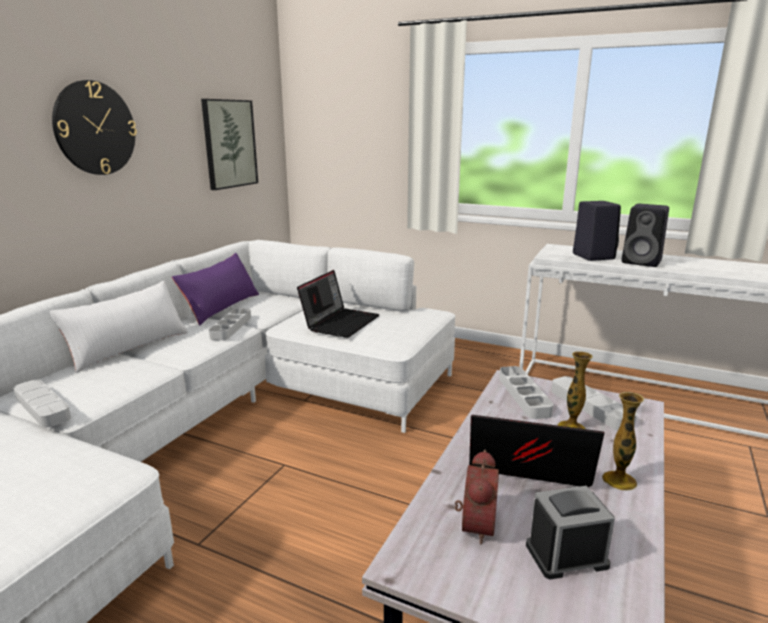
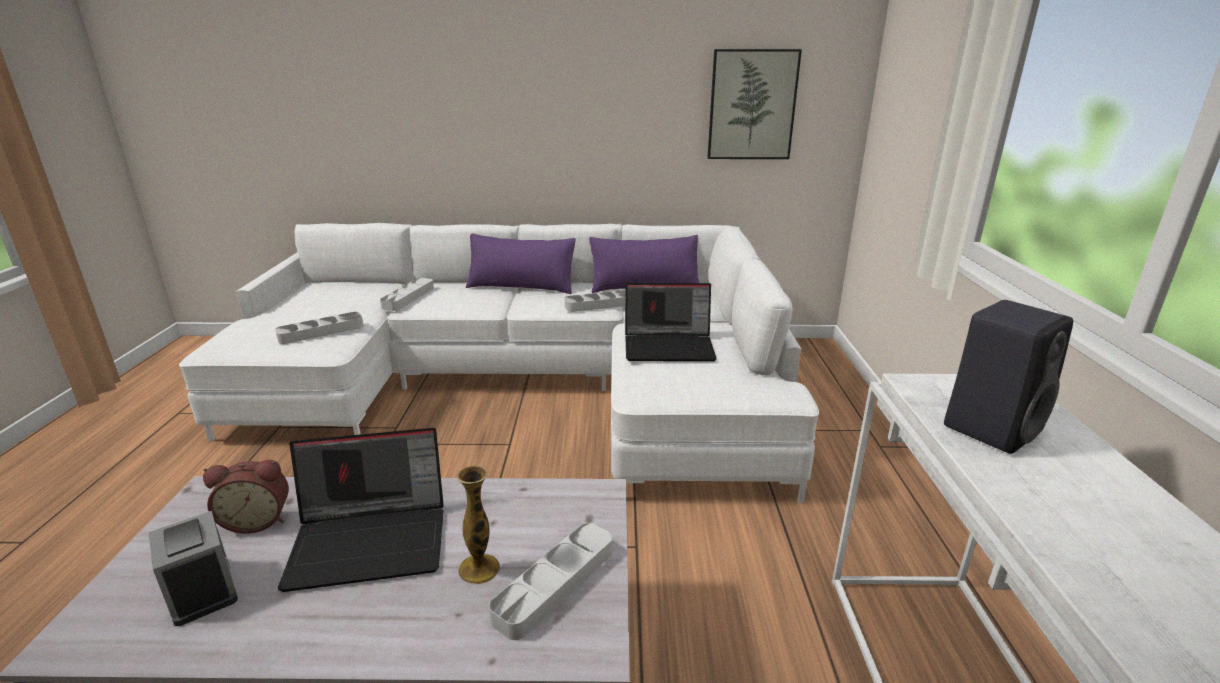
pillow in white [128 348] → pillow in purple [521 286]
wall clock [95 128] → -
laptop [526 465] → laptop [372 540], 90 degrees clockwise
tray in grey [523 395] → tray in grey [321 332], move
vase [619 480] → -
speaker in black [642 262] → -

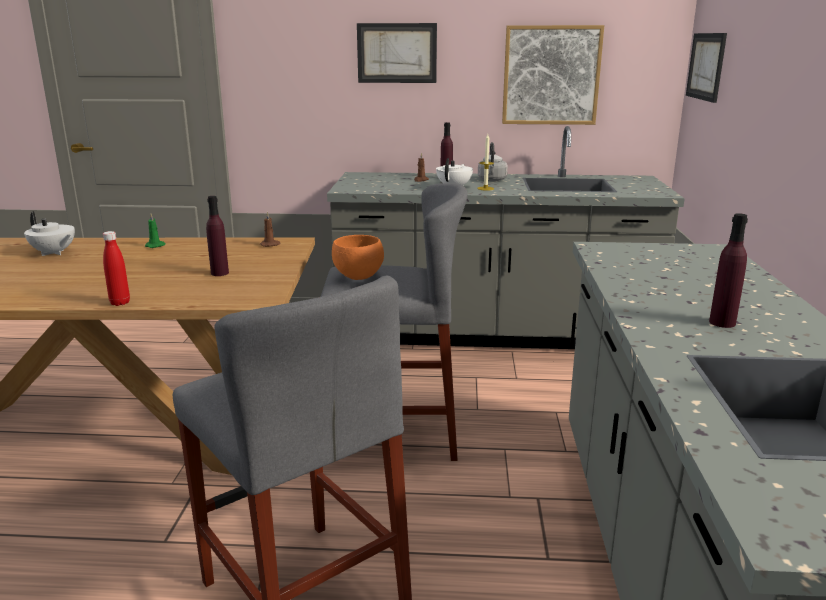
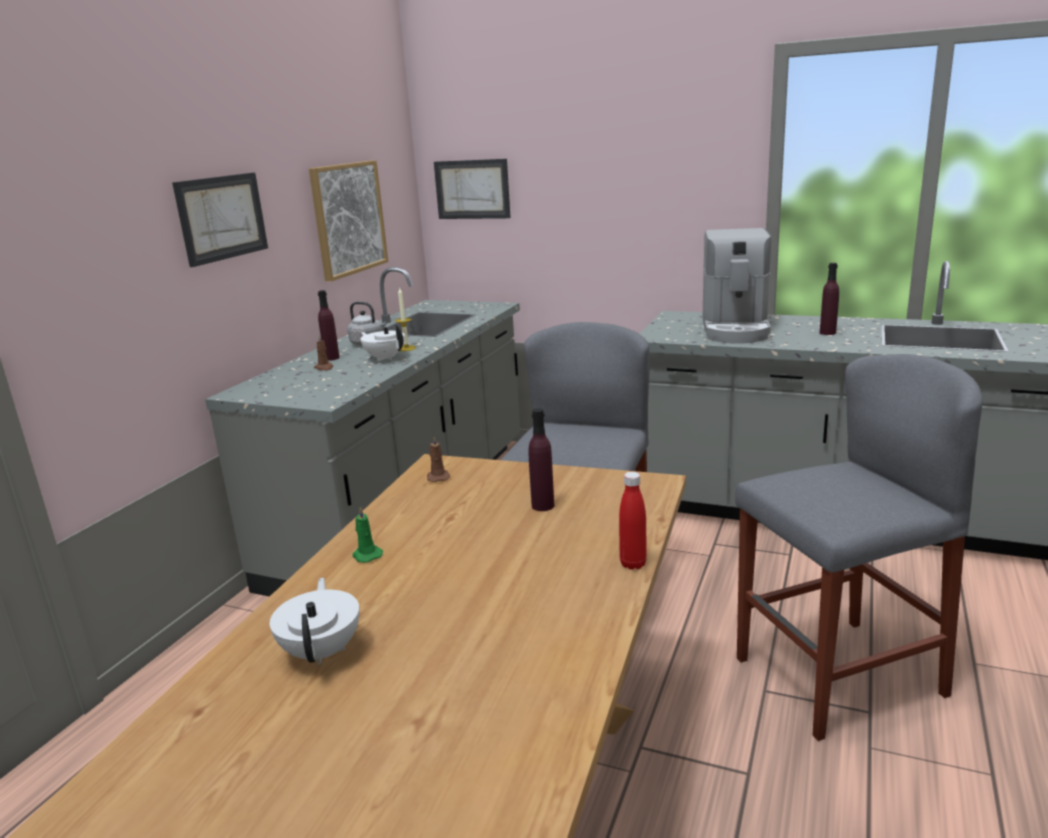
teapot in white [53 253] → teapot in white [322 651], 60 degrees counterclockwise
bowl in orange [358 277] → -
- → coffee machine [735 329]

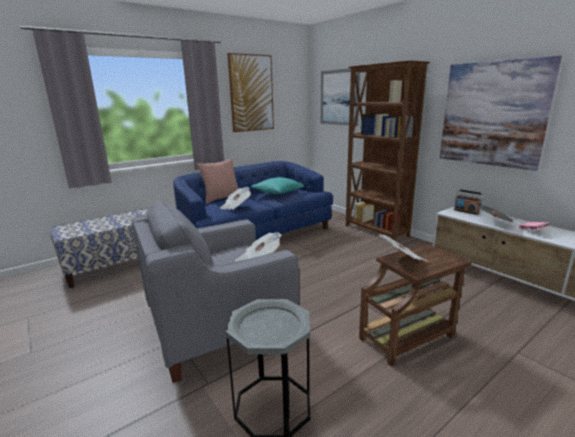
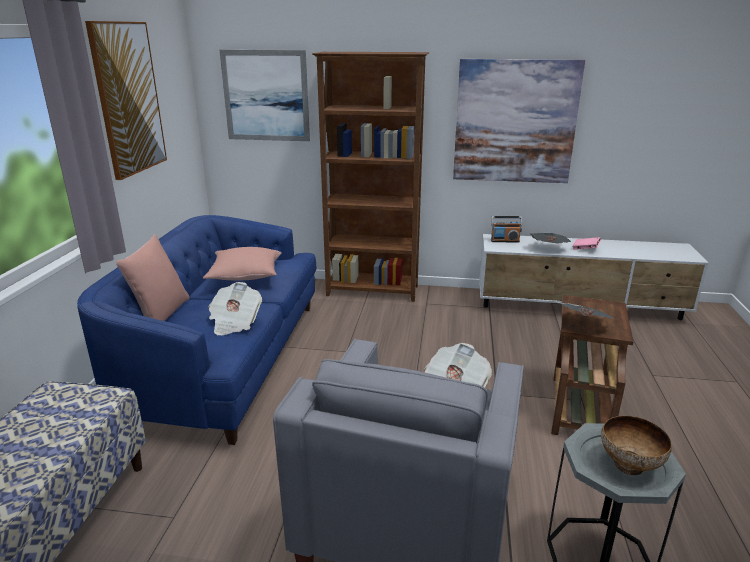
pillow in turquoise [277 192] → pillow in pink [245 275]
- → bowl [630 466]

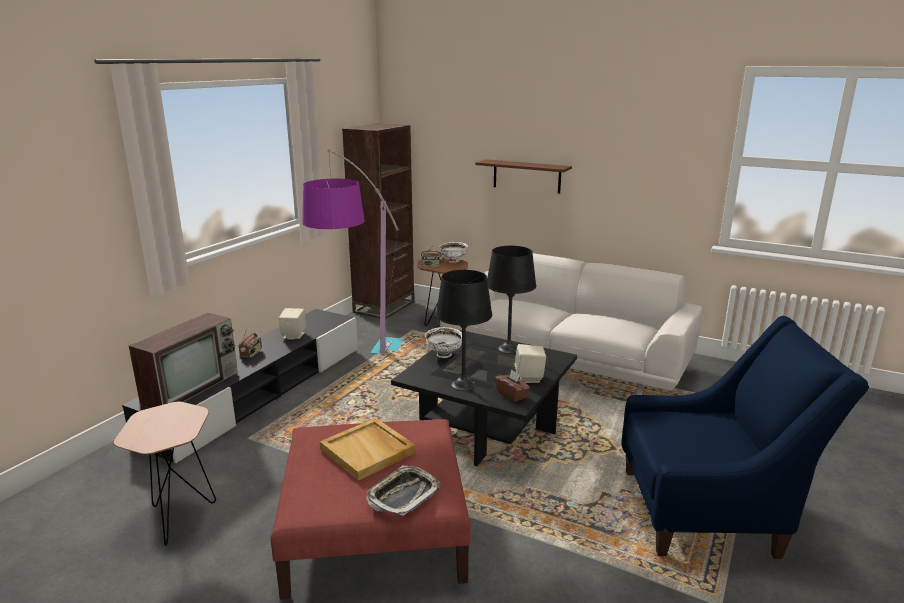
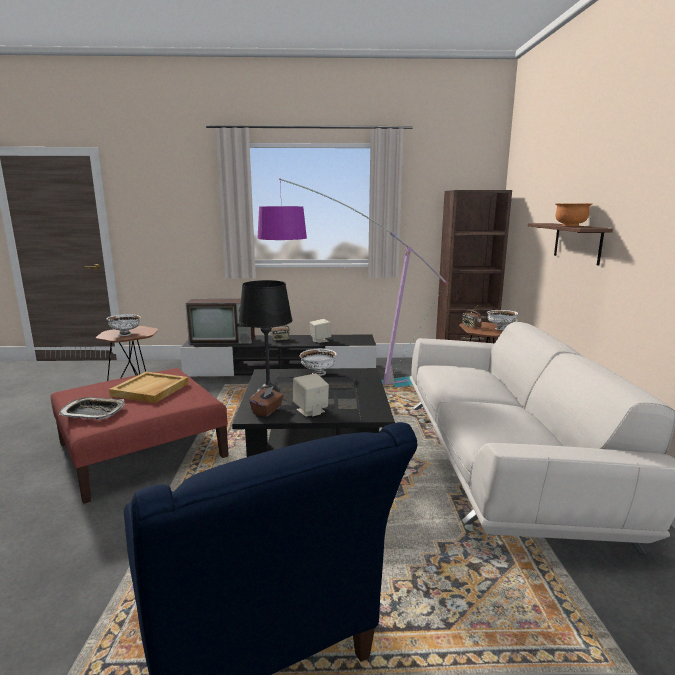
table lamp in black [508 349] → -
- → bowl in white [125 334]
- → bowl in orange [570 226]

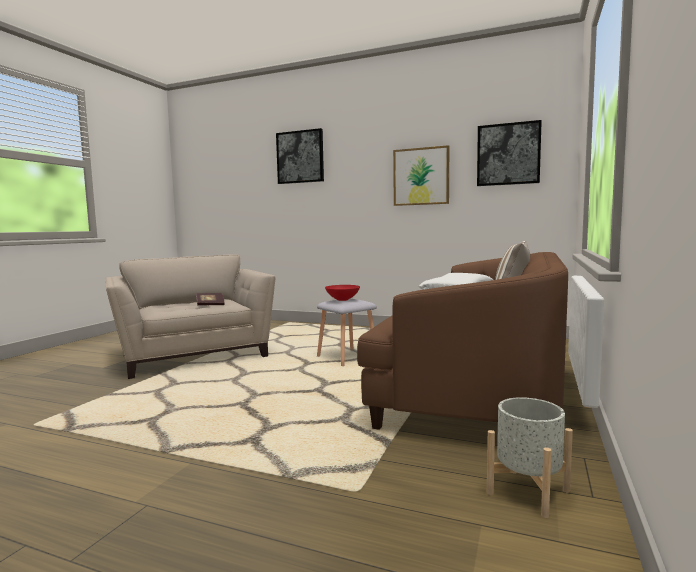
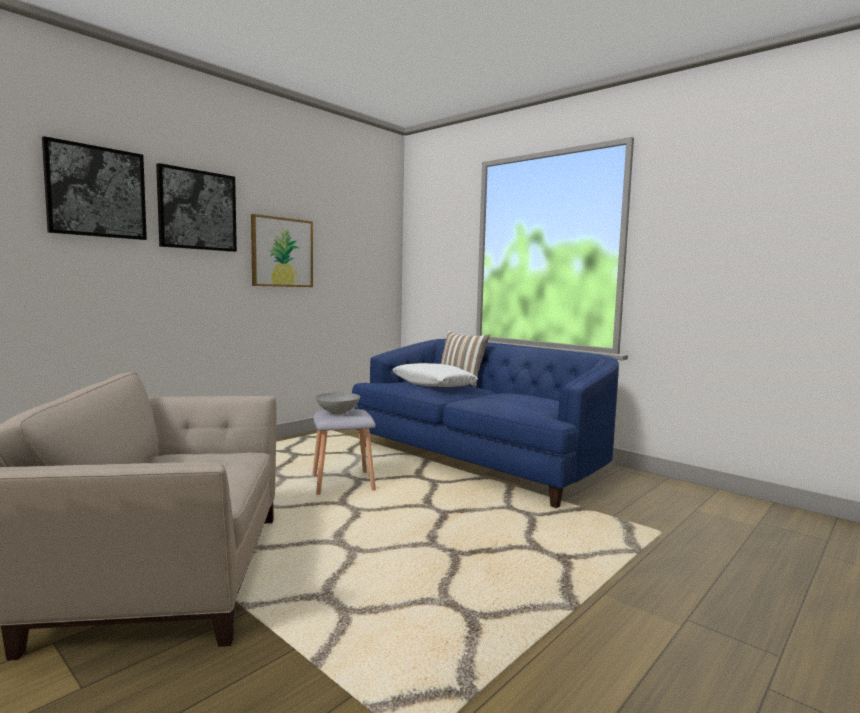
book [210 305] → -
bowl in red [343 300] → bowl in grey [338 413]
sofa in brown [474 384] → sofa in blue [479 460]
picture [508 154] → picture [197 210], move
planter in grey [528 492] → -

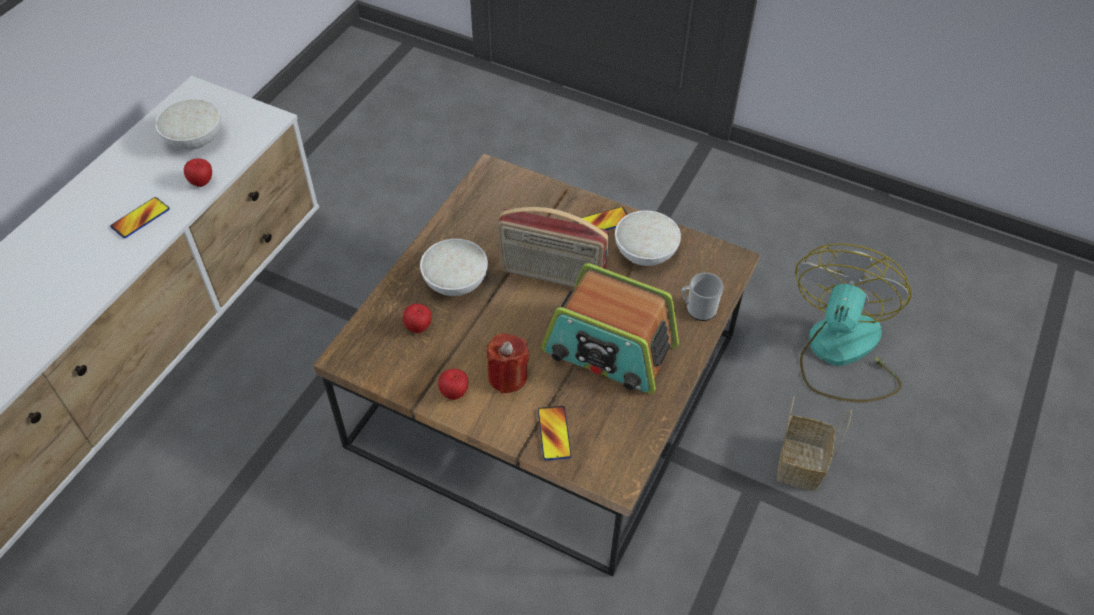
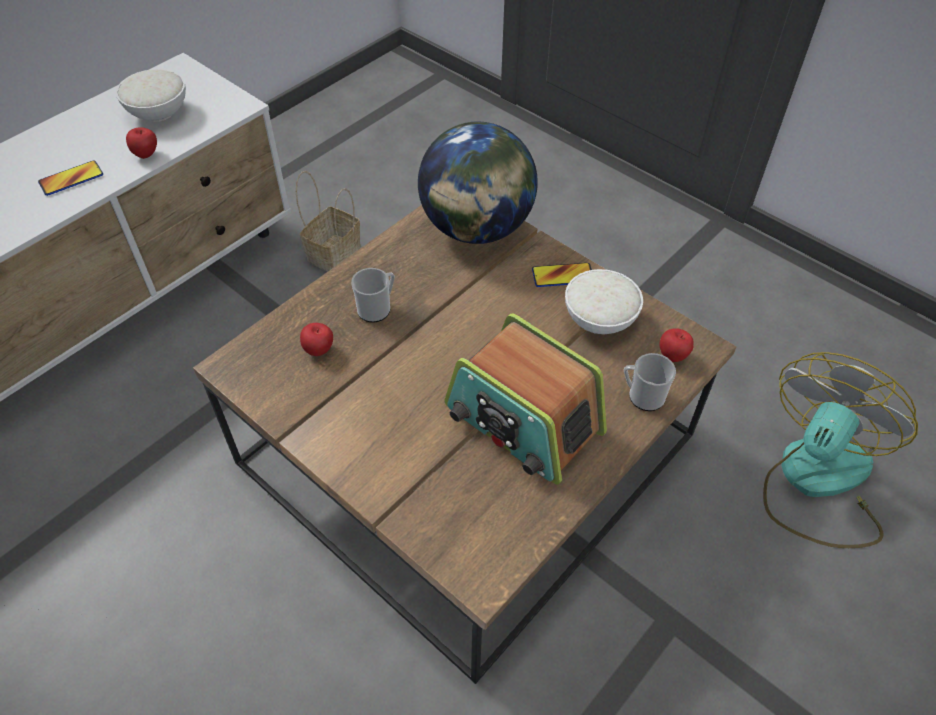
bowl in white [455 281] → mug [377 308]
apple [455 393] → apple [673 356], move
candle in red [507 377] → -
radio [551 276] → -
phone [554 433] → -
basket [799 462] → basket [334 252], move
- → globe [476 228]

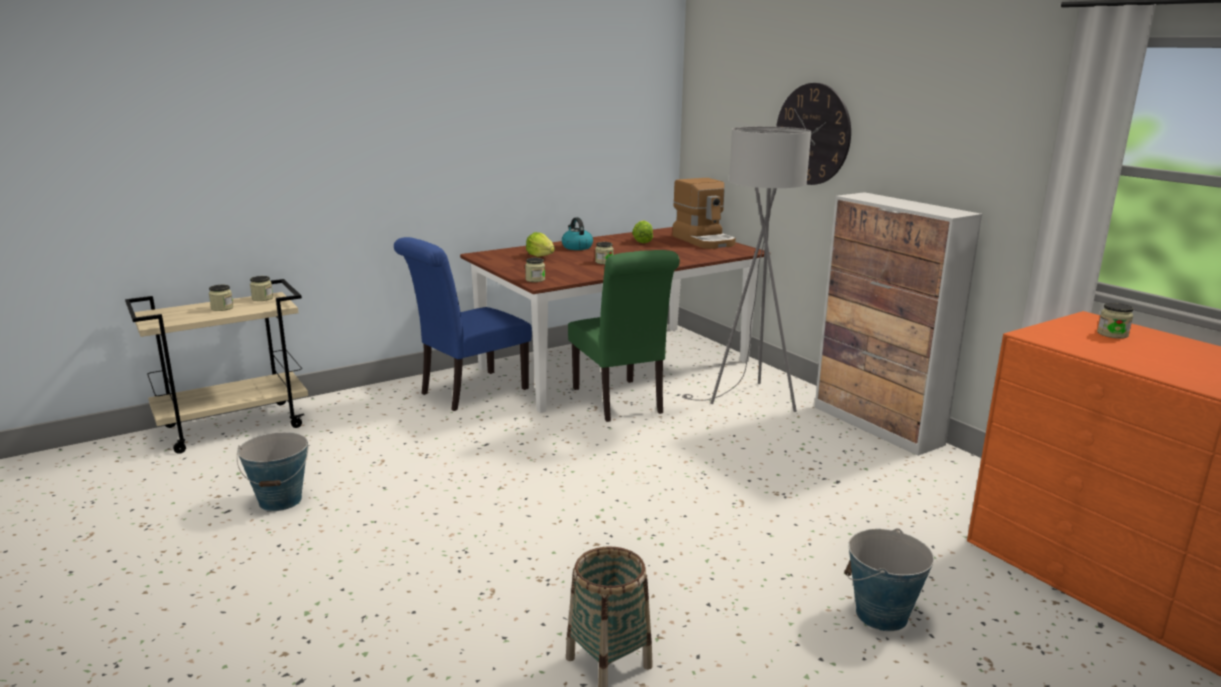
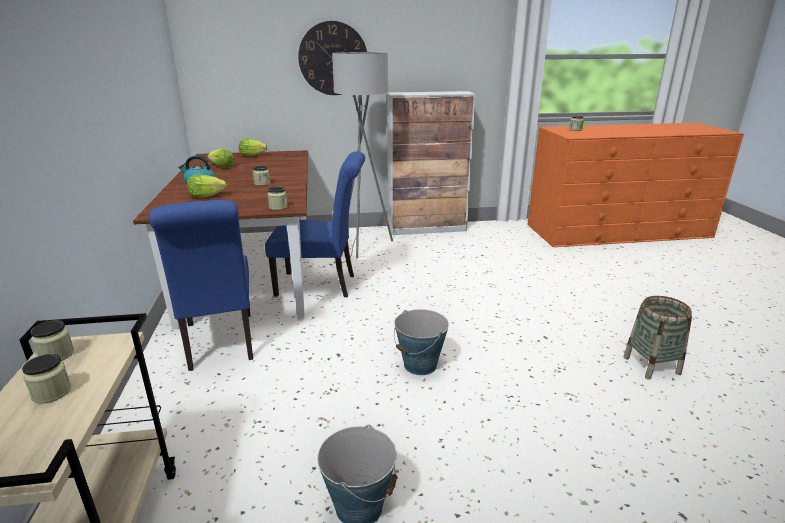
chair in green [620 402] → chair in blue [321 285]
coffee machine [704 240] → lettuce [252 155]
bucket [881 615] → bucket [420 365], move

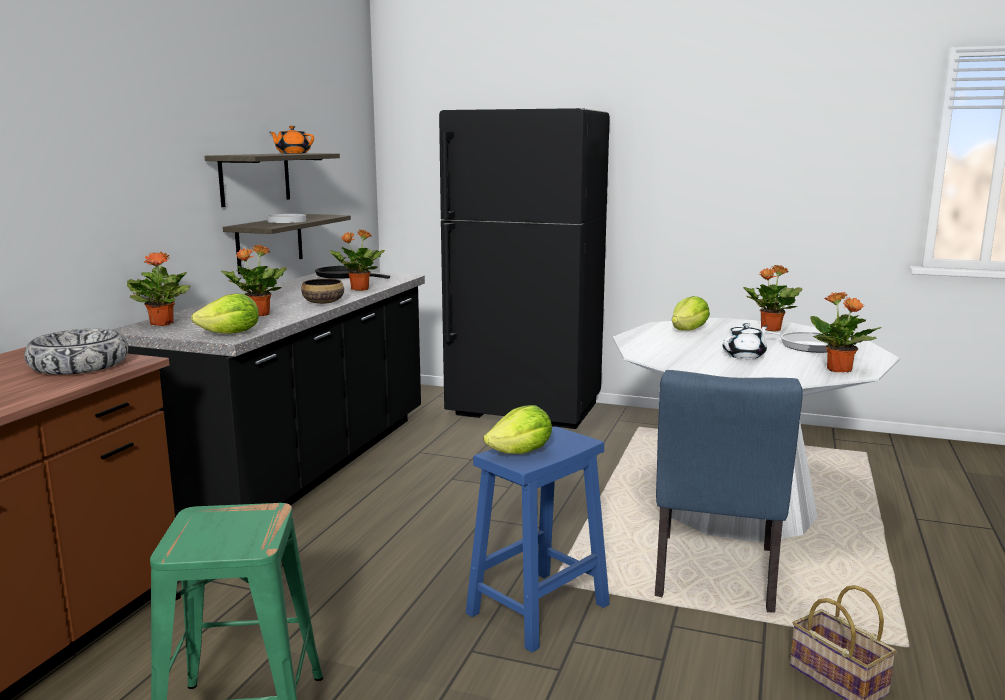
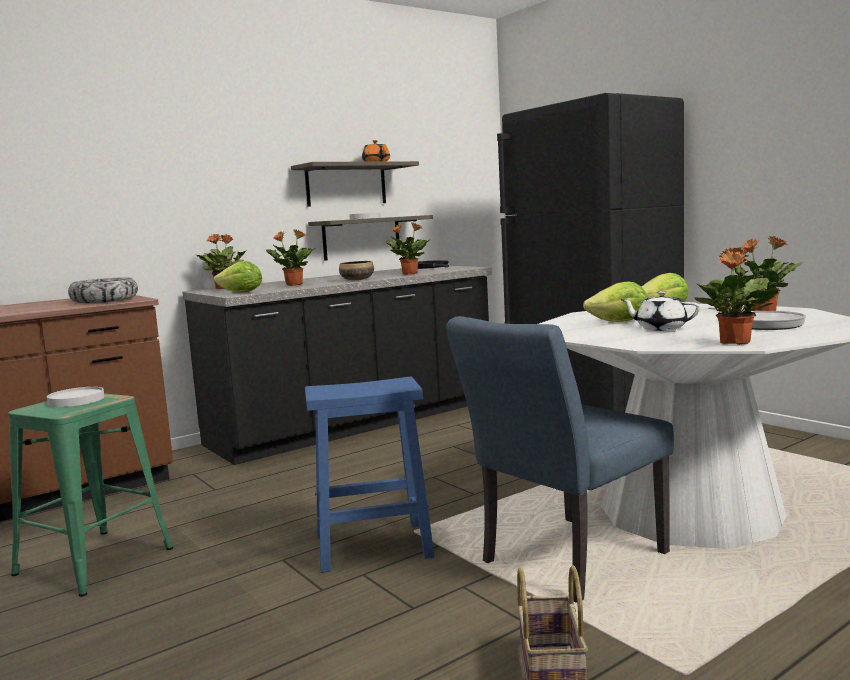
lettuce [521 453] → lettuce [620 322], move
teapot in white [744 355] → teapot in white [660 328], 150 degrees counterclockwise
- → plate in white [76 400]

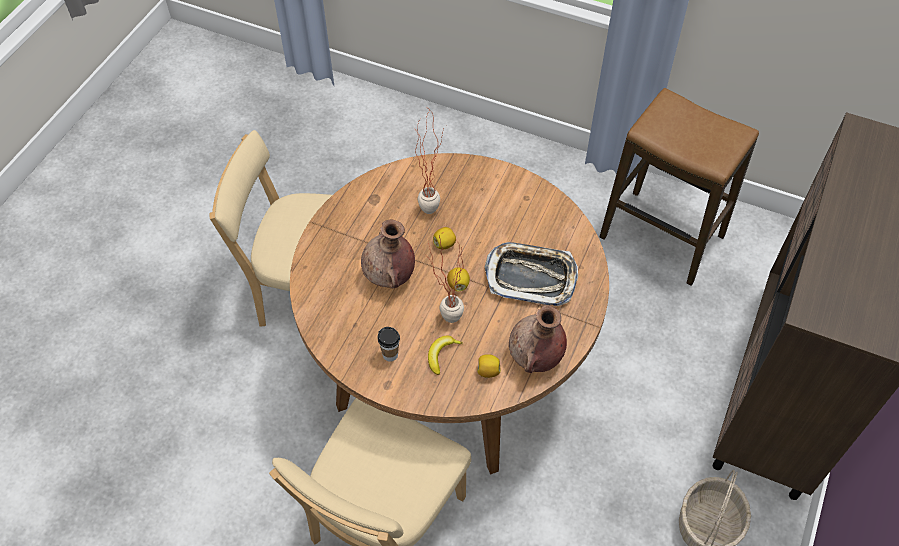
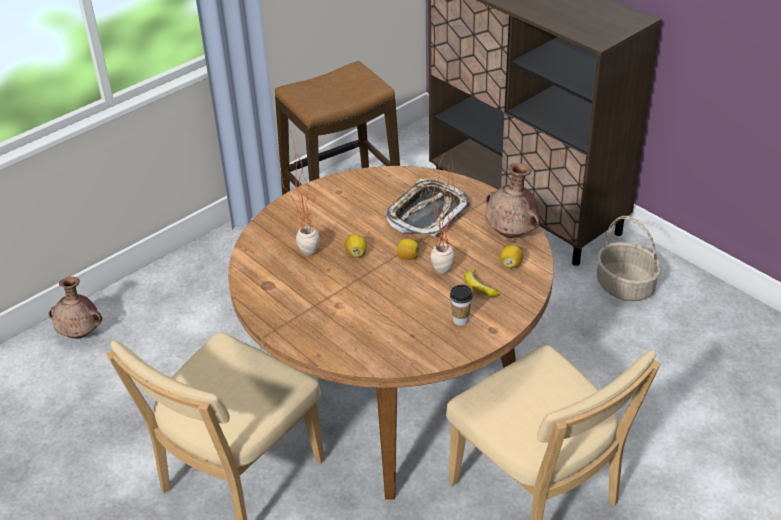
vase in brown [389 276] → vase in brown [81 333], move

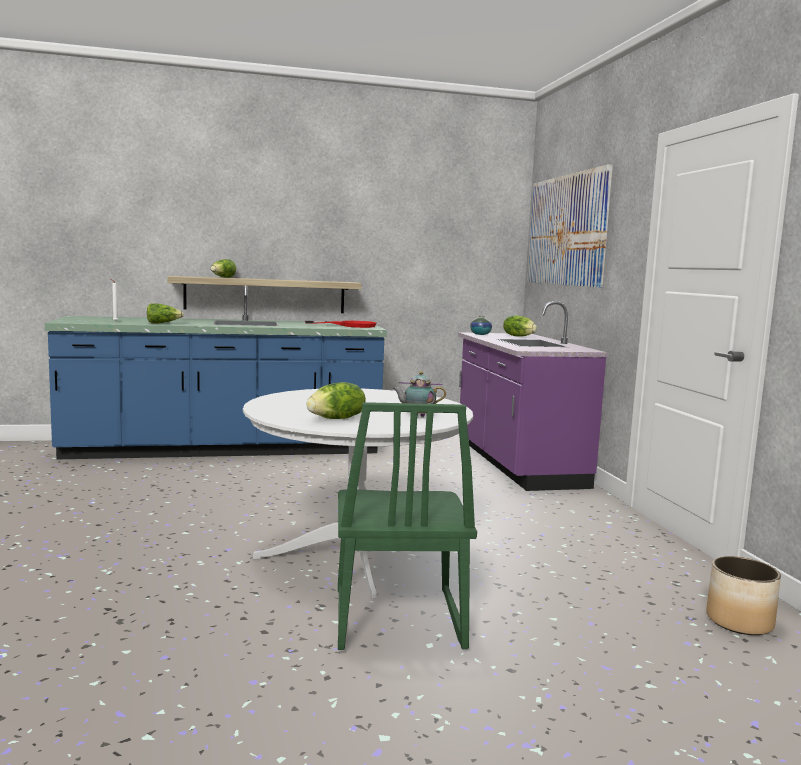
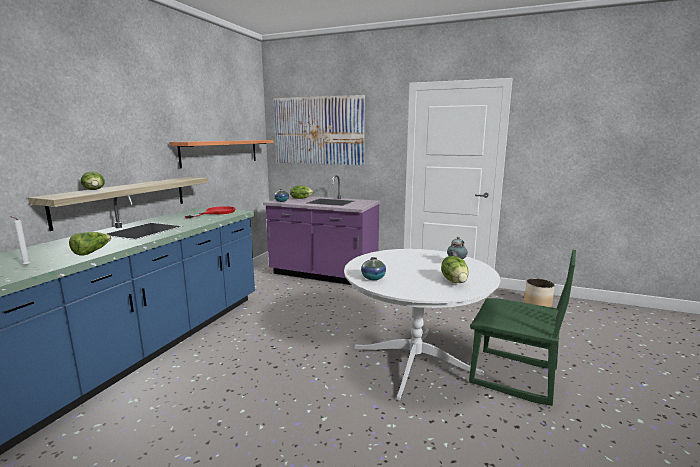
- → shelf [221 152]
- → vase [373 278]

